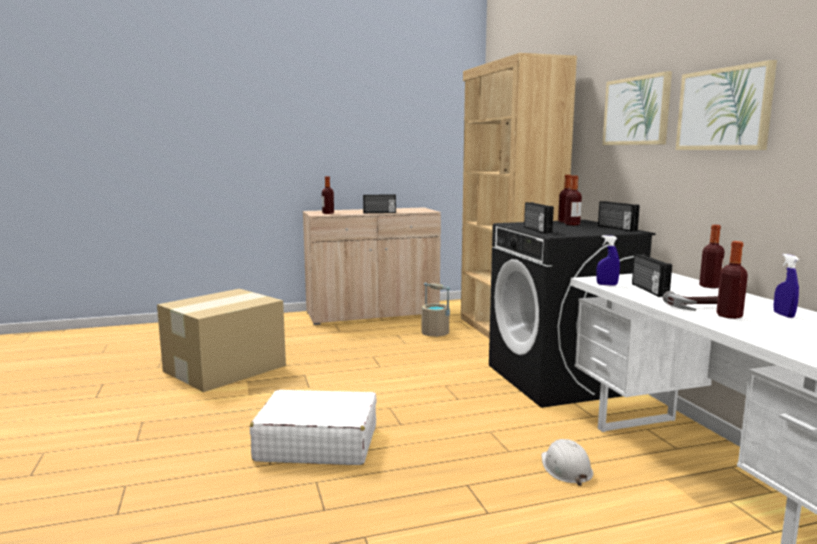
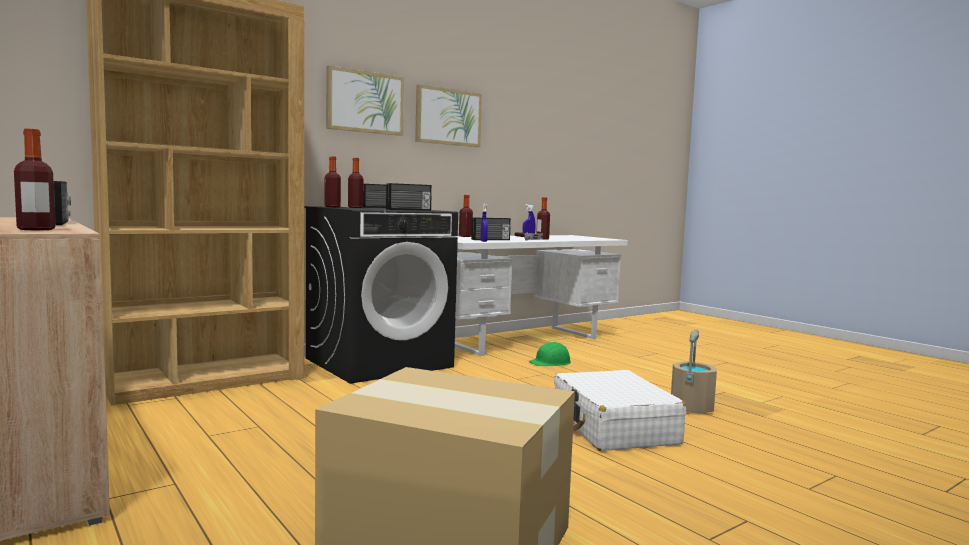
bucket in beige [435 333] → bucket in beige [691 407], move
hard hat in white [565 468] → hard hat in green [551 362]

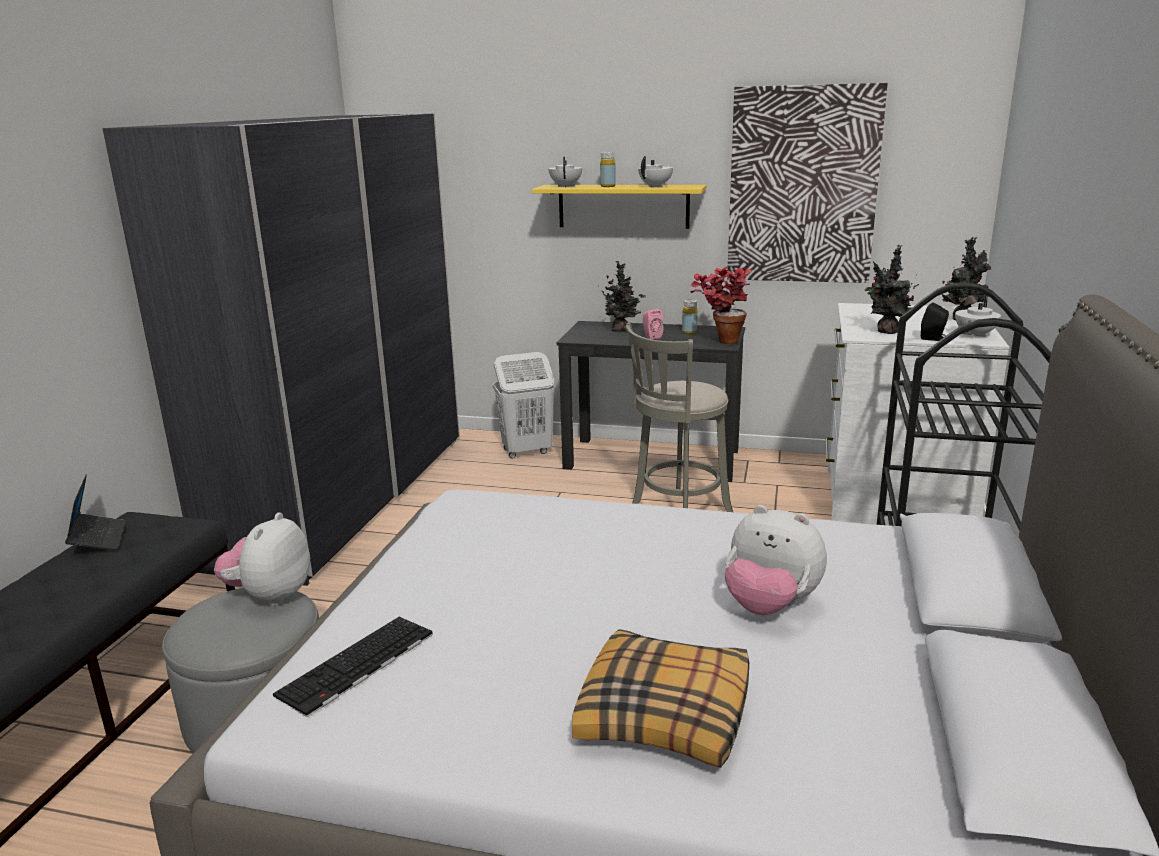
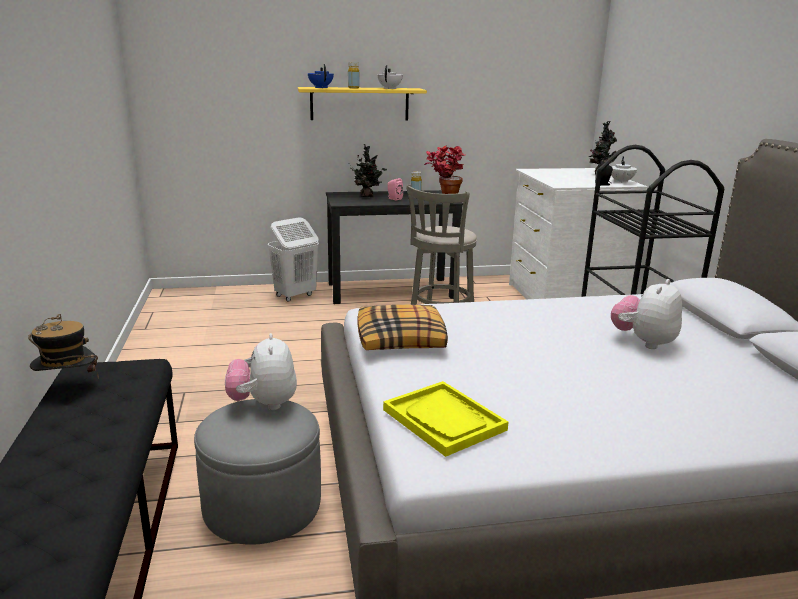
laptop [98 539] → hat [68 387]
wardrobe in grey [346 496] → -
keyboard [357 666] → tray in yellow [444 420]
teapot in white [566 186] → teapot in blue [321 87]
pillow [665 713] → pillow [401 339], move
plush toy [770 606] → plush toy [643 342], 120 degrees clockwise
picture [802 186] → -
potted plant [886 332] → -

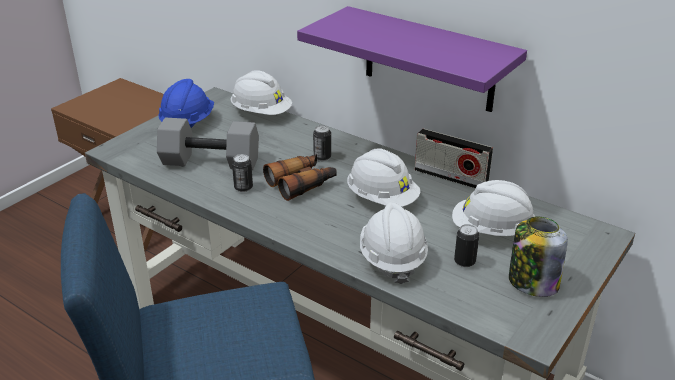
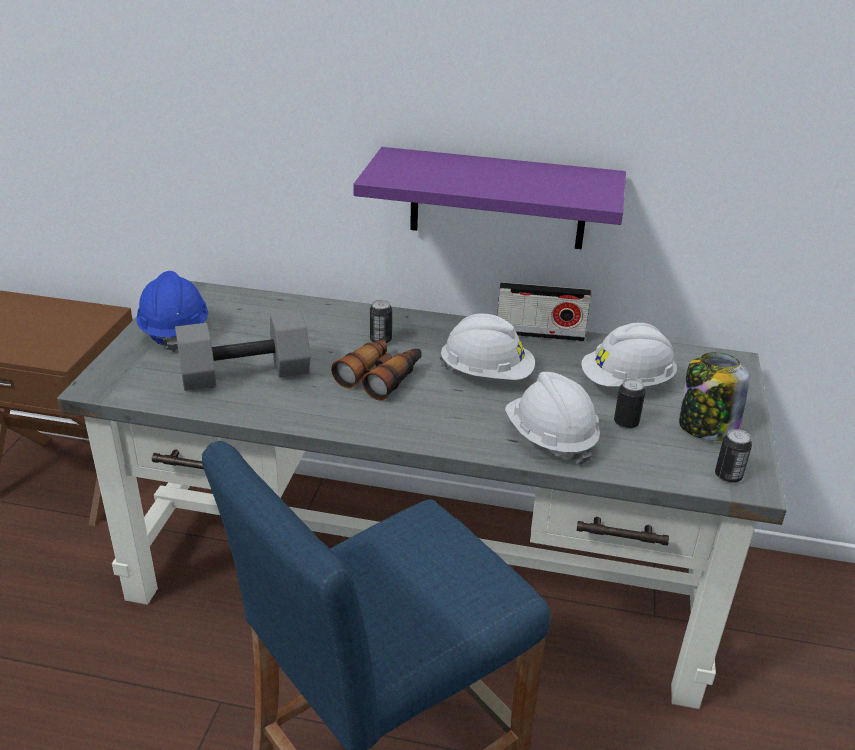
hard hat in white [261 113] → -
can [243 188] → can [728 476], move

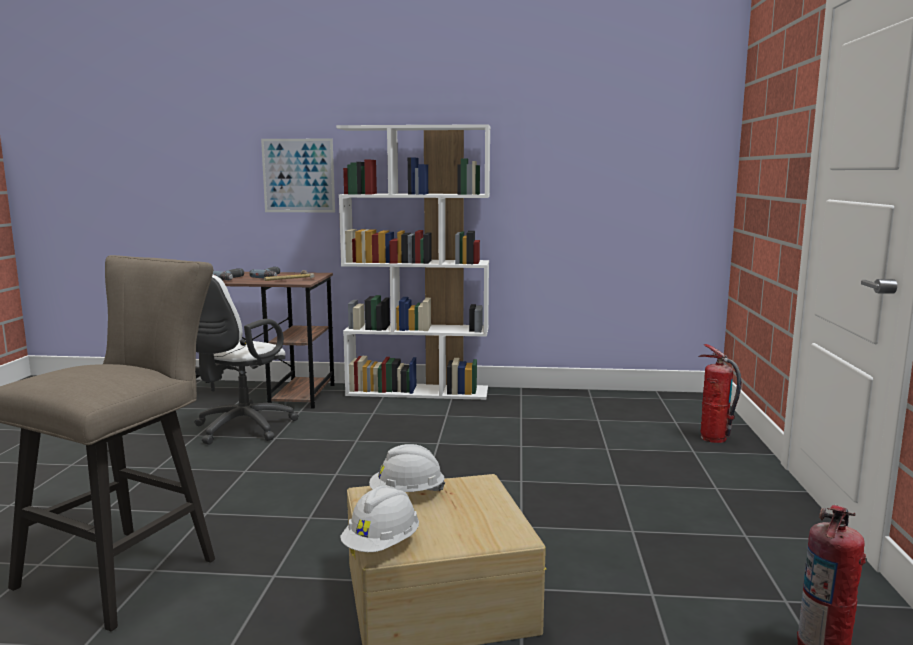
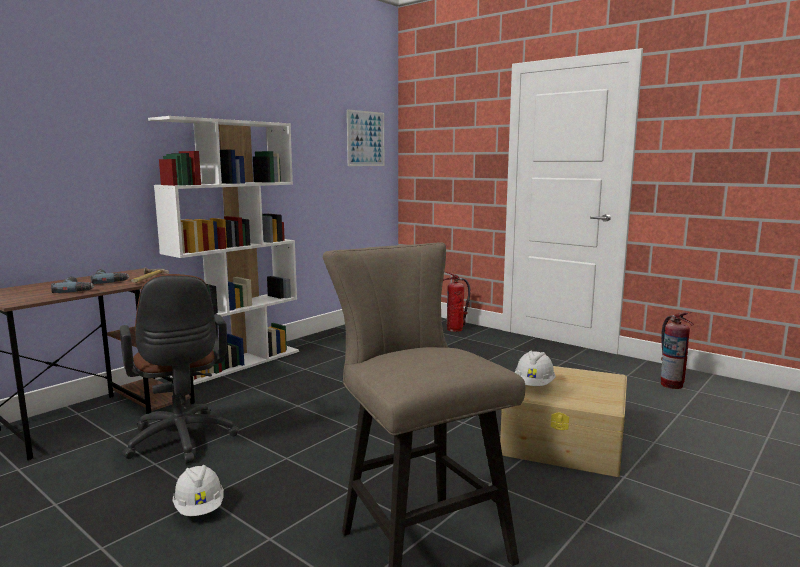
office chair in white [240 429] → office chair in brown [181 441]
picture [298 175] → picture [366 138], move
hard hat in white [382 545] → hard hat in white [199 508], move

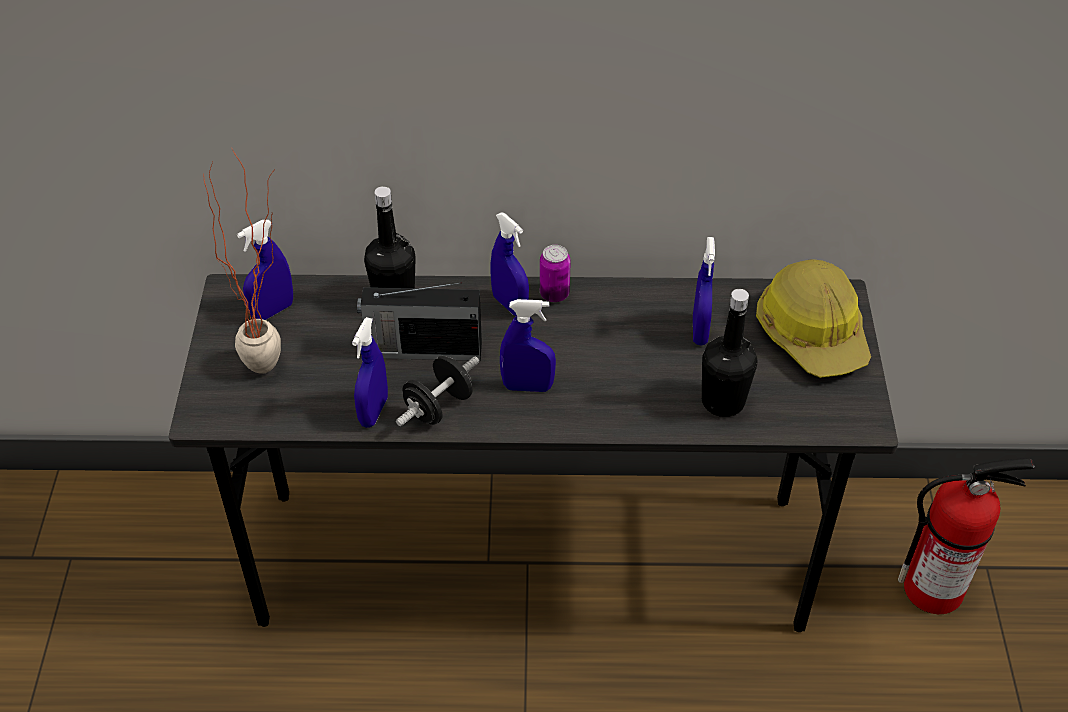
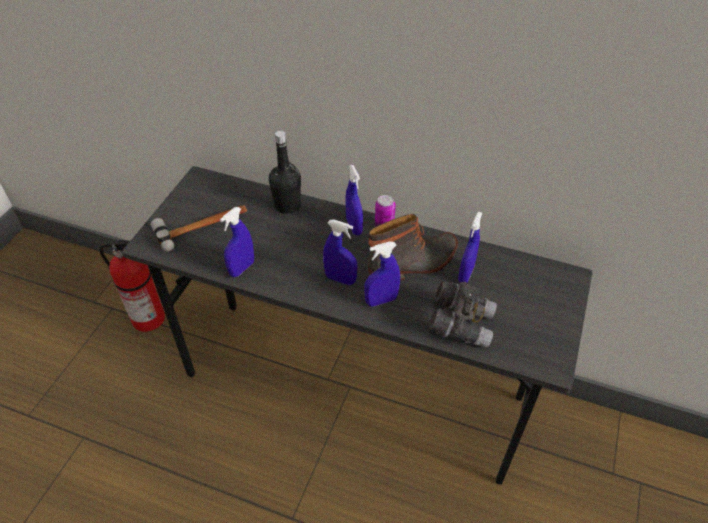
potted plant [277 364] → hammer [202 226]
spray bottle in blue [272 311] → spray bottle in blue [381 300], move
radio [422 350] → -
dumbbell in black [438 406] → -
bottle in black [723 401] → binoculars in grey [461 324]
hard hat [812 333] → -
fire extinguisher [935 588] → fire extinguisher [149 318], move
- → boot [413 264]

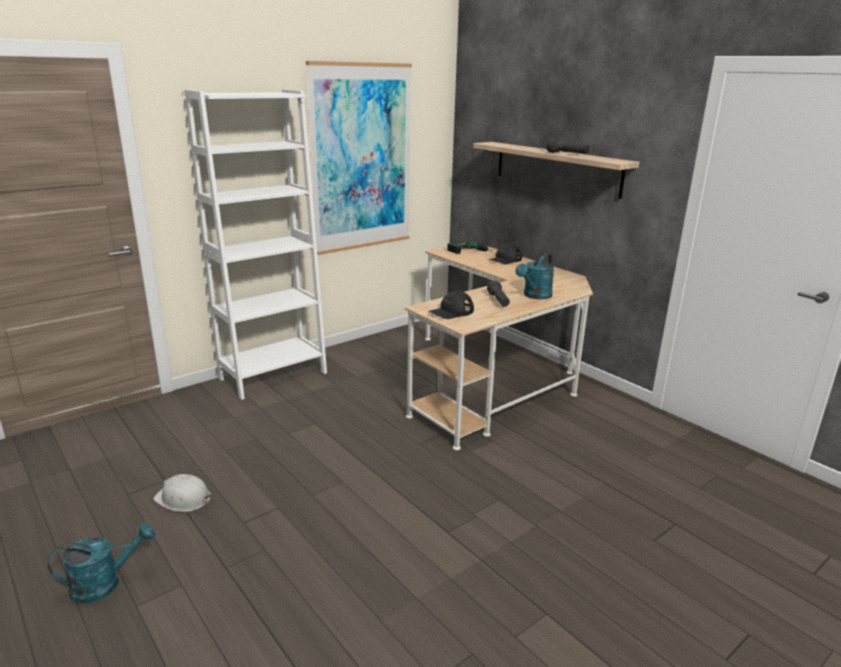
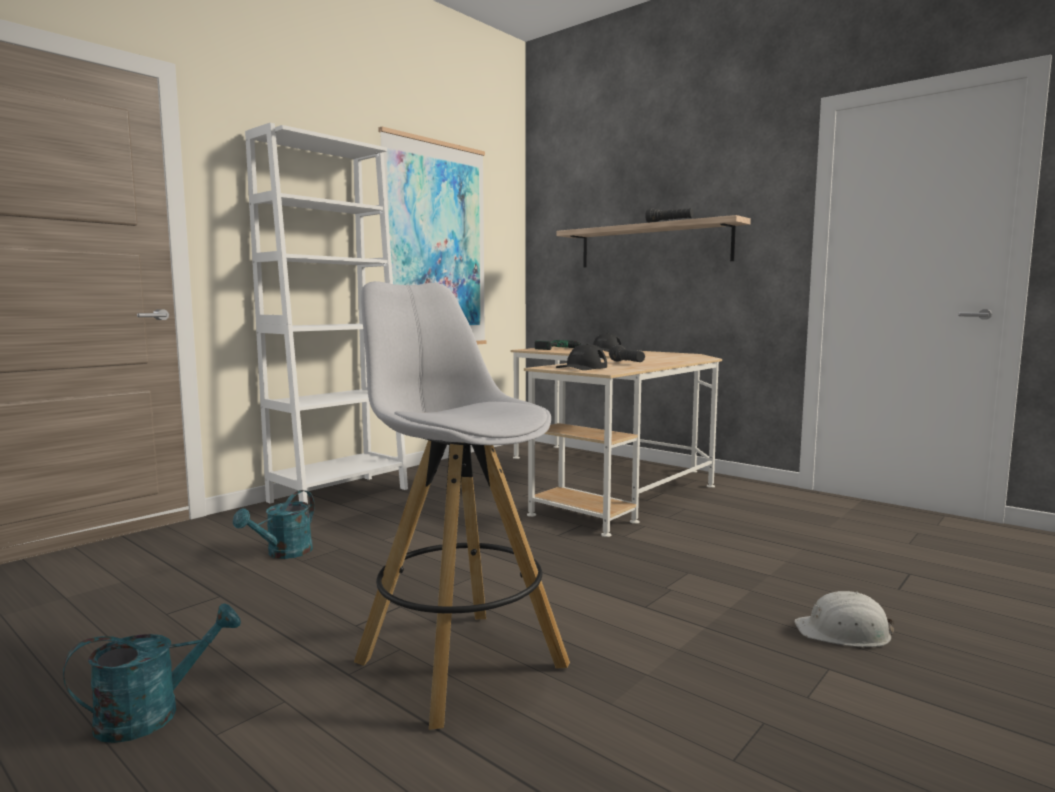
hard hat in white [183 499] → hard hat in white [844 632], move
watering can in turquoise [535 296] → watering can in turquoise [283 554], move
- → stool in white [459 662]

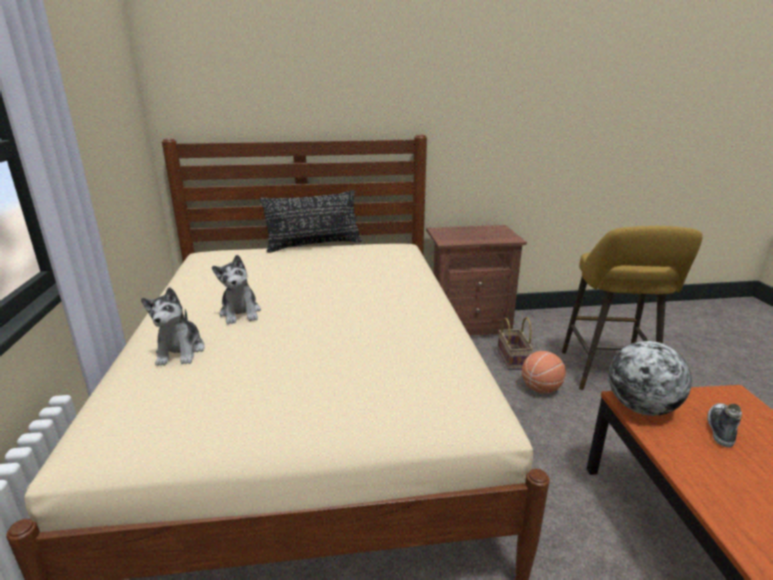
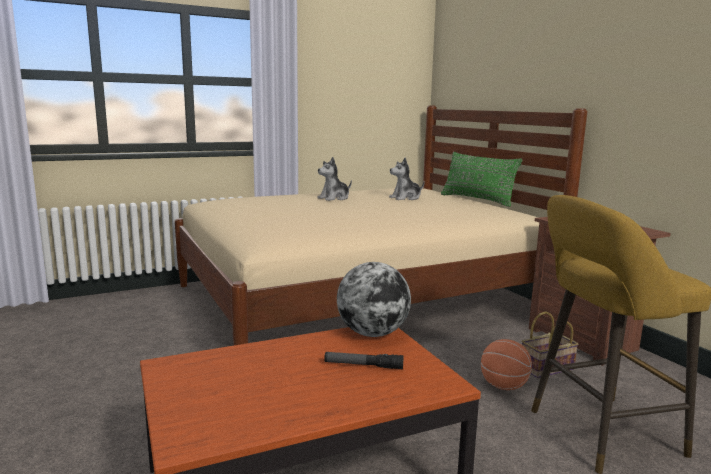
plush toy [180 351] → plush toy [405 198], move
pillow in black [314 245] → pillow in green [477 200]
shoe [720 429] → flashlight [363 365]

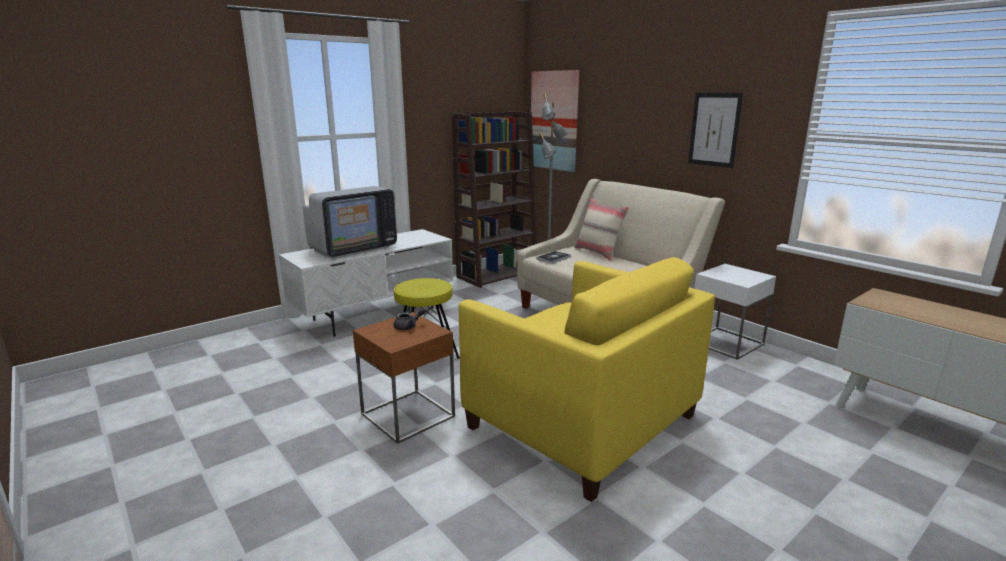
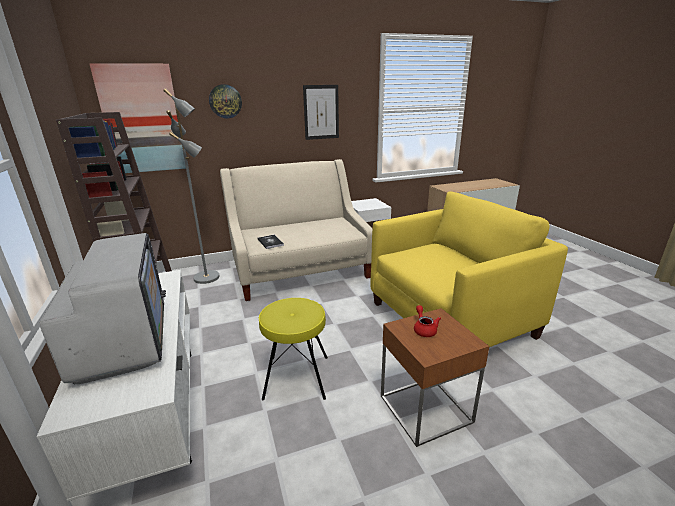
teapot in grey [409 326] → teapot in red [424 329]
pillow in beige [598 252] → -
- → wall clock [225 101]

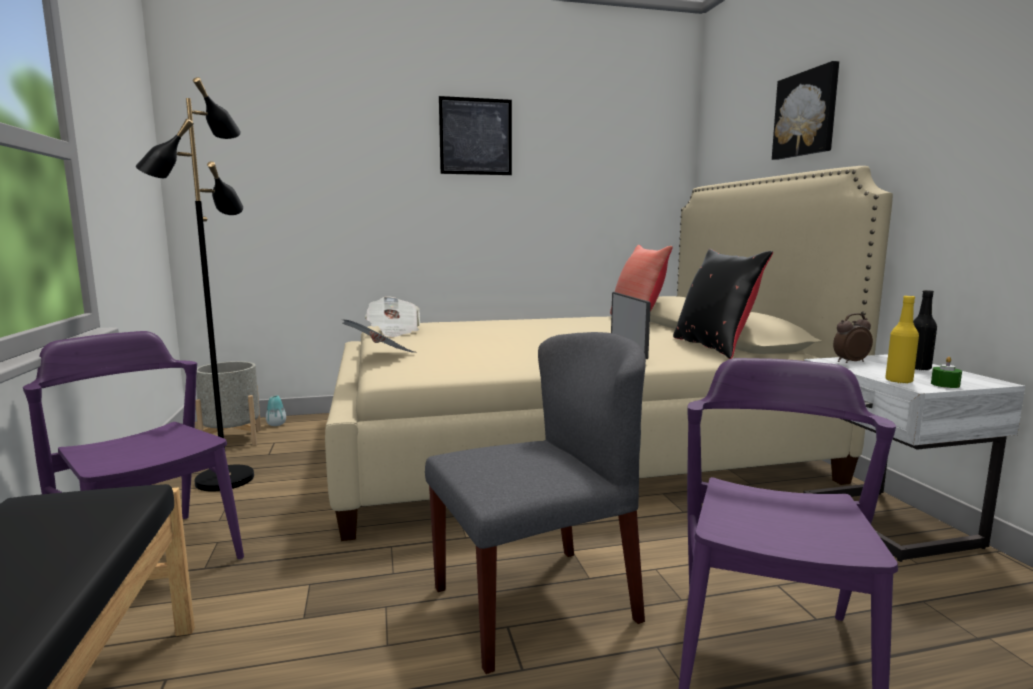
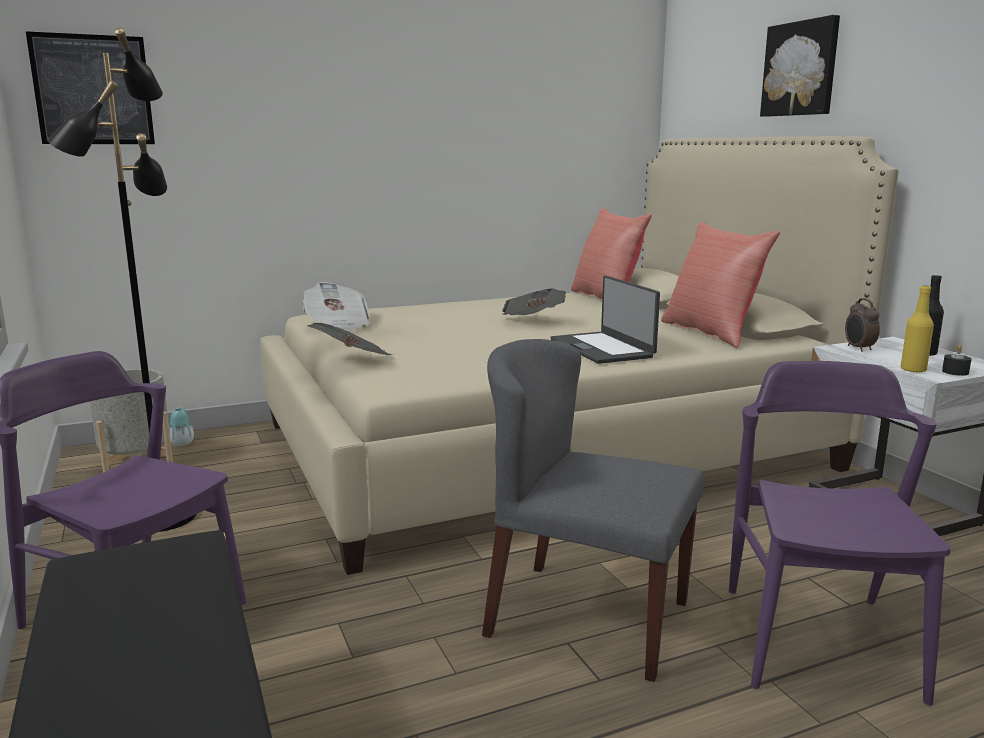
chair in grey [536 603] → chair in grey [586 618], 120 degrees counterclockwise
picture [475 136] → picture [93 90], move
pillow in black [714 347] → pillow in red [711 333]
alarm clock [849 362] → alarm clock [858 348], 75 degrees counterclockwise
candle in green [945 384] → candle in black [955 372]
- → newspaper [533 321]

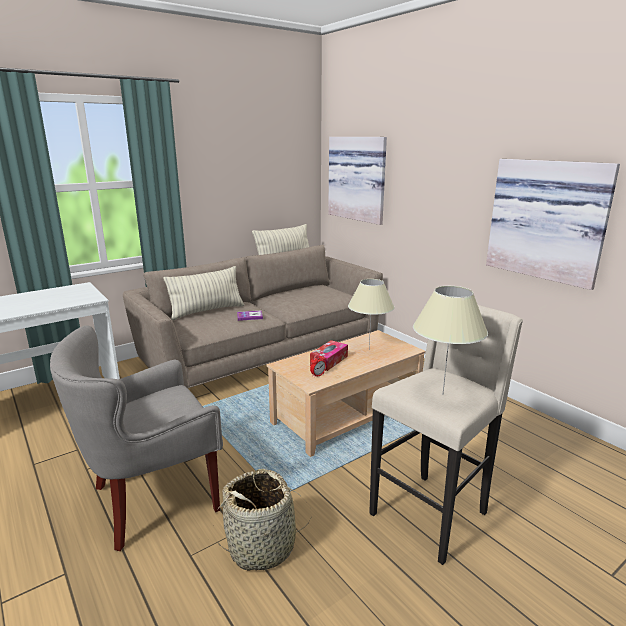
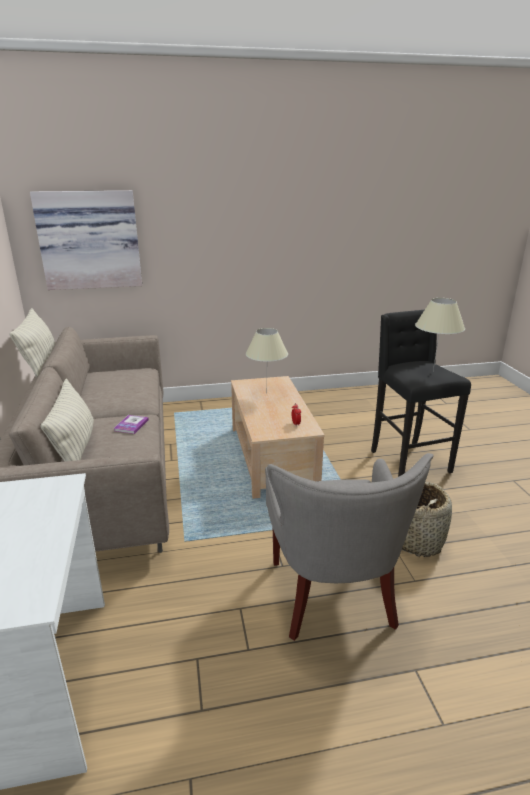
tissue box [329 361] → -
stool in beige [431 513] → stool in black [407 461]
picture [548 220] → -

